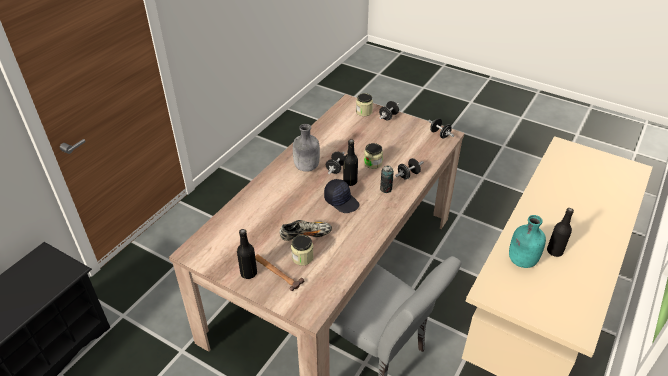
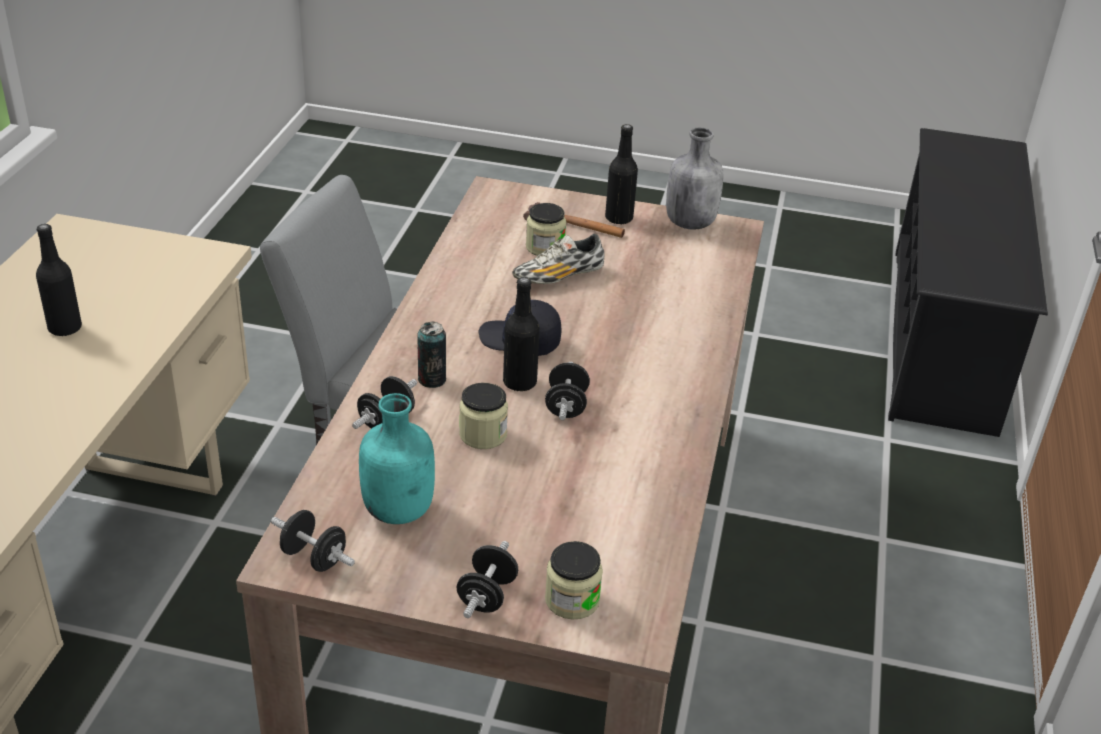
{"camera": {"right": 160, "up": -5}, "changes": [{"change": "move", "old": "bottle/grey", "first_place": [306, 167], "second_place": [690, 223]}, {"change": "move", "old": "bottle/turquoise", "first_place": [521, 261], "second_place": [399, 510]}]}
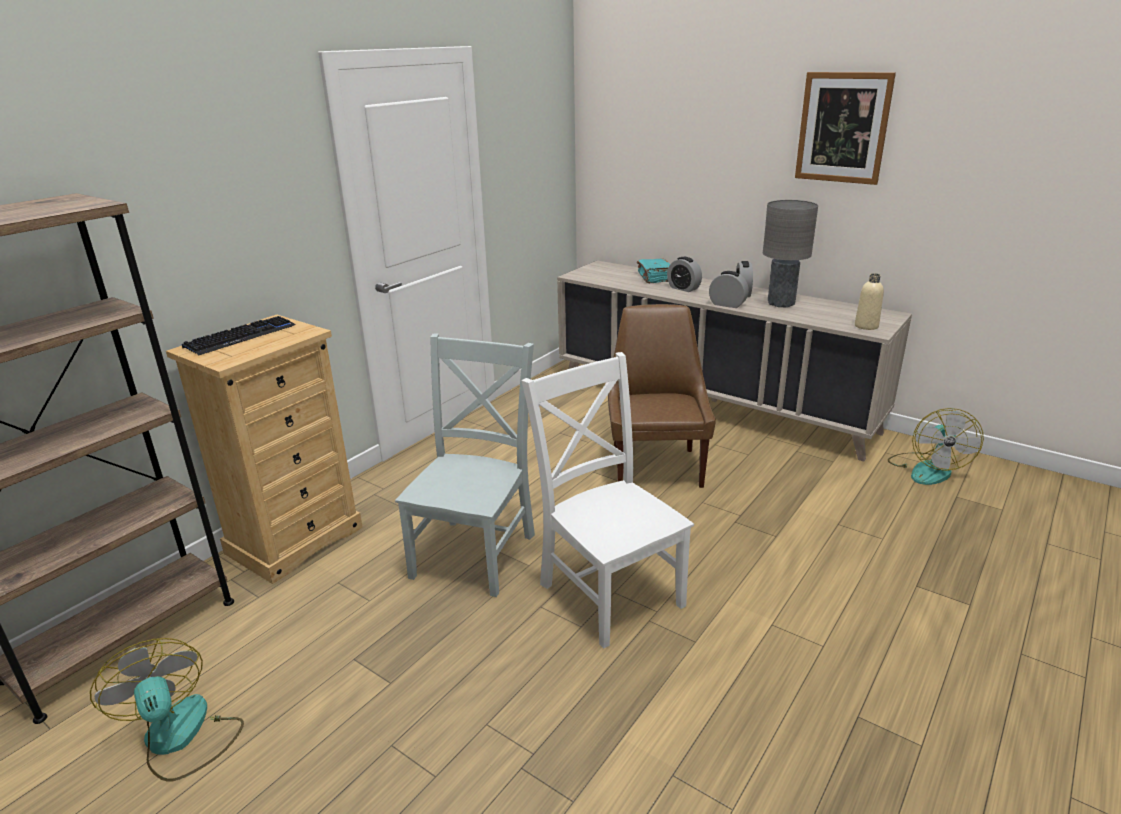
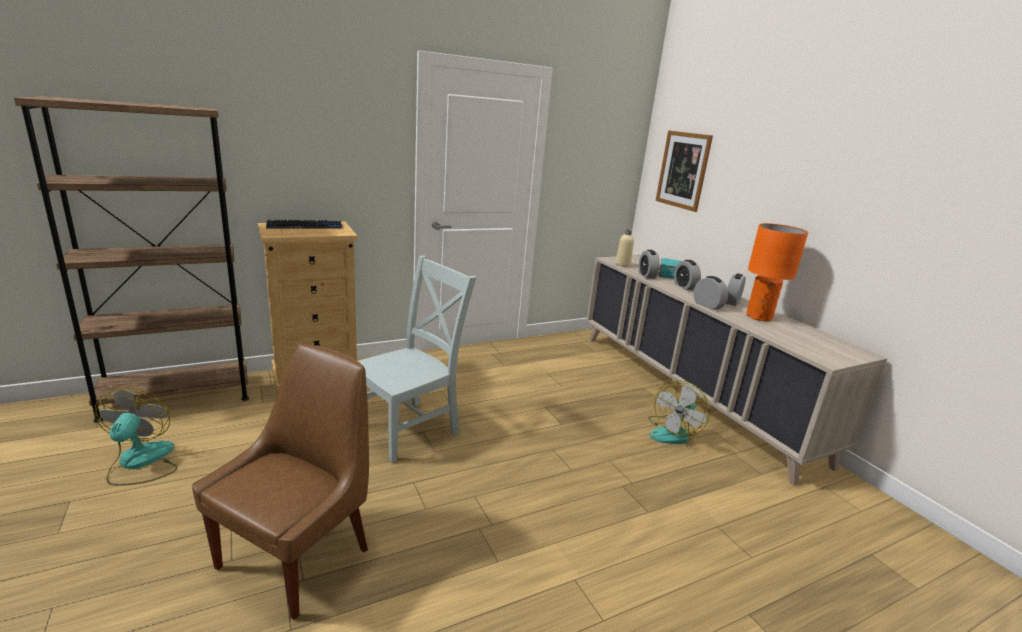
{"camera": {"right": 25, "up": -5}, "changes": [{"change": "delete", "old": "chair/white", "first_place": [608, 590]}, {"change": "insert", "new": "alarm clock", "second_place": [646, 275]}, {"change": "move", "old": "chair/brown", "first_place": [656, 466], "second_place": [299, 555]}, {"change": "move", "old": "picture", "first_place": [842, 128], "second_place": [683, 170]}, {"change": "move", "old": "bottle/beige", "first_place": [866, 326], "second_place": [622, 264]}, {"change": "move", "old": "fan", "first_place": [927, 469], "second_place": [673, 433]}, {"change": "recolor", "old": "table lamp/grey", "new": "table lamp/orange", "first_place": [781, 303], "second_place": [759, 317]}]}
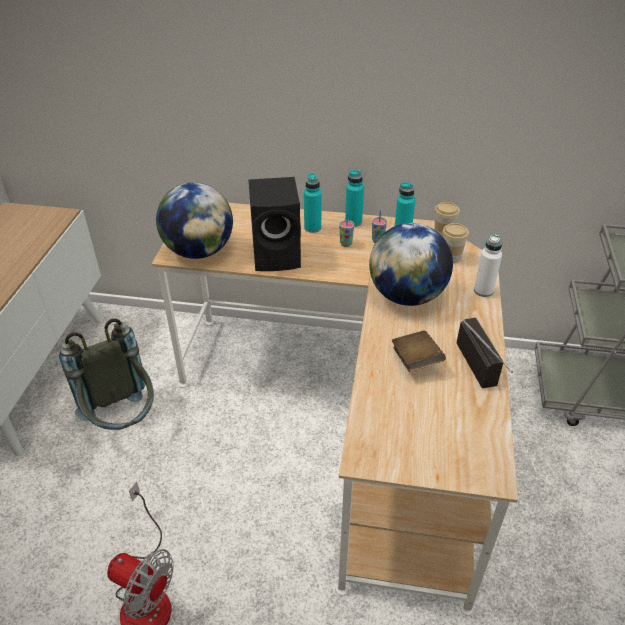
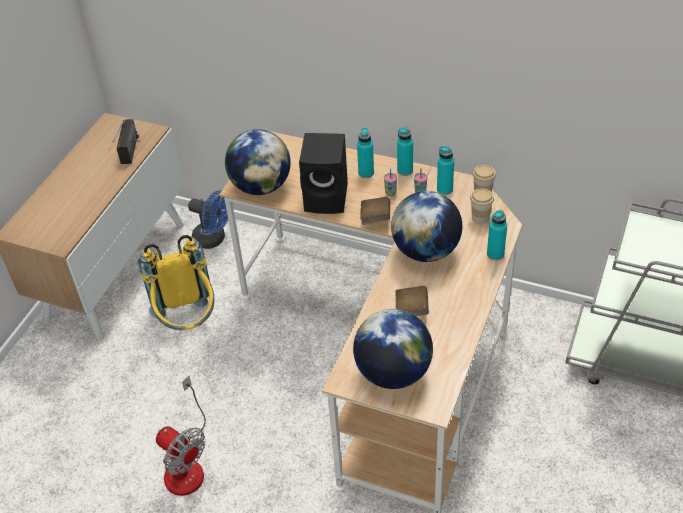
{"camera": {"right": 15, "up": 5}, "changes": [{"change": "insert", "new": "fan/blue", "second_place": [214, 239]}, {"change": "insert", "new": "globe", "second_place": [393, 372]}, {"change": "insert", "new": "book/brown", "second_place": [375, 218]}, {"change": "move", "old": "radio", "first_place": [485, 376], "second_place": [129, 157]}, {"change": "recolor", "old": "backpack/grey", "new": "backpack/yellow", "first_place": [123, 422], "second_place": [188, 323]}, {"change": "recolor", "old": "bottle/white", "new": "bottle/turquoise", "first_place": [483, 291], "second_place": [495, 254]}]}
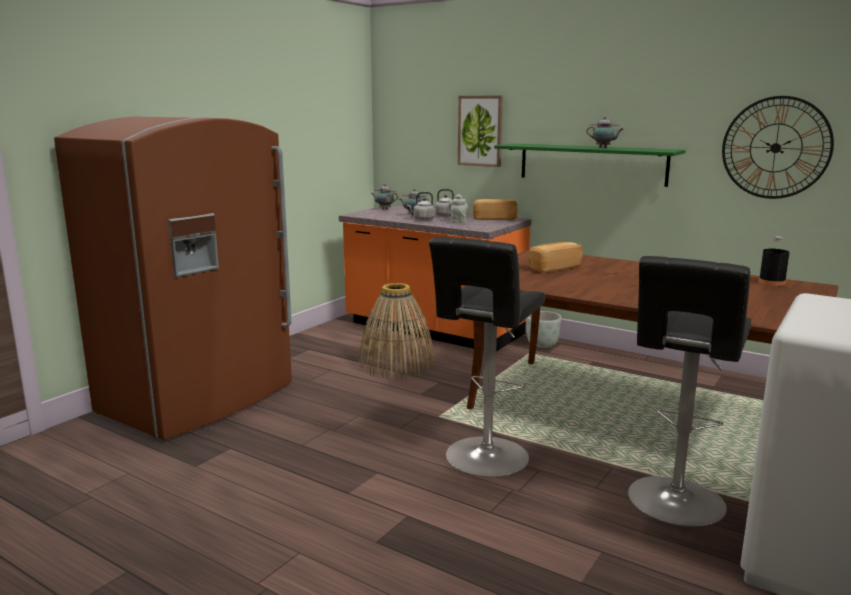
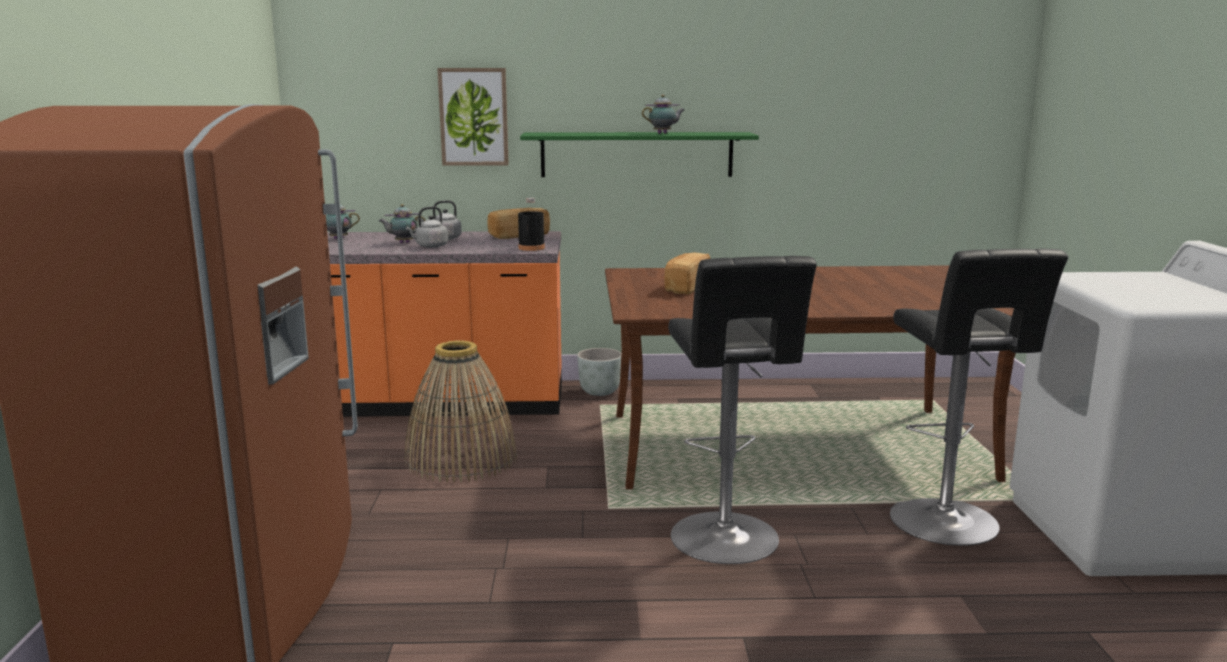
{"camera": {"right": -35, "up": 0}, "changes": [{"change": "delete", "old": "teapot/grey", "first_place": [458, 221]}, {"change": "delete", "old": "wall clock", "first_place": [775, 148]}, {"change": "move", "old": "bottle/black", "first_place": [771, 283], "second_place": [531, 248]}]}
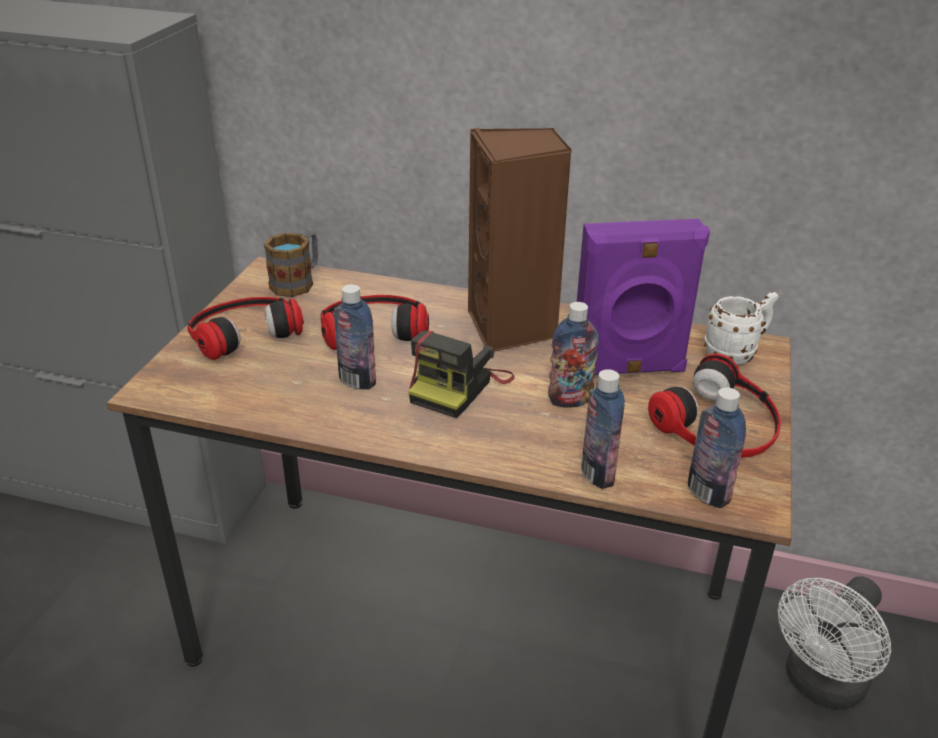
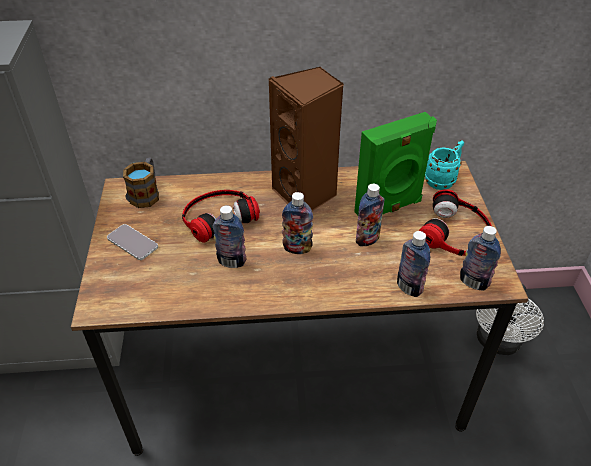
{"camera": {"right": -20, "up": 10}, "changes": [{"change": "replace", "old": "headphones", "new": "phone", "first_place": [243, 331], "second_place": [132, 243]}, {"change": "replace", "old": "photo camera", "new": "bottle", "first_place": [459, 387], "second_place": [297, 248]}, {"change": "recolor", "old": "speaker/purple", "new": "speaker/green", "first_place": [628, 370], "second_place": [389, 208]}, {"change": "recolor", "old": "mug/white", "new": "mug/turquoise", "first_place": [736, 353], "second_place": [442, 180]}]}
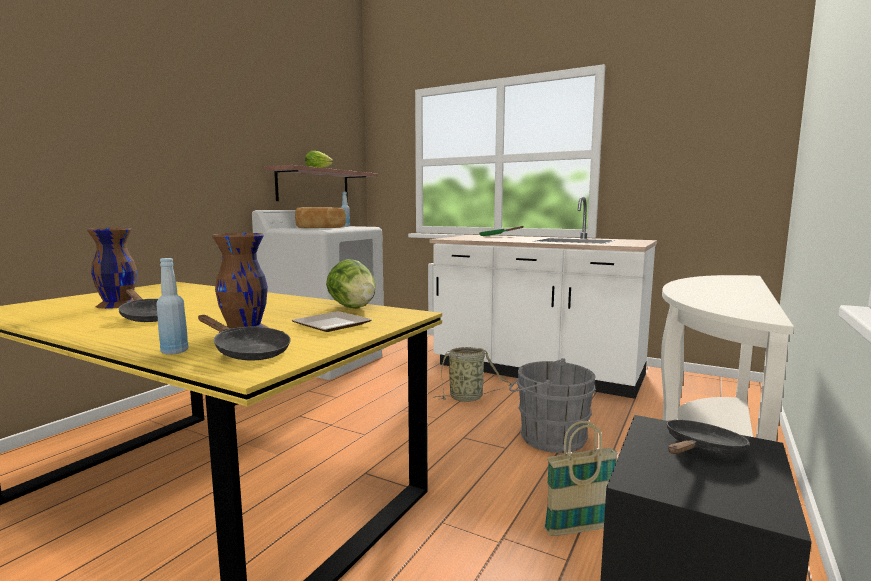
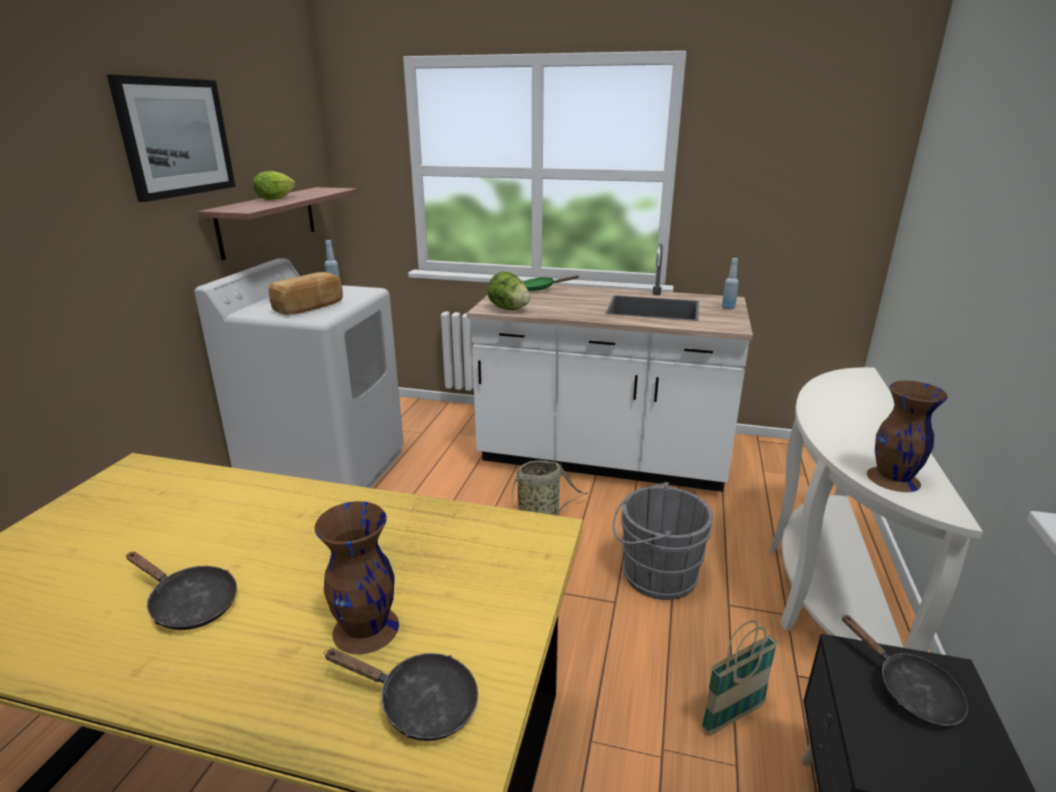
{"camera": {"right": -15, "up": 15}, "changes": [{"change": "delete", "old": "plate", "first_place": [331, 326]}, {"change": "insert", "new": "picture", "second_place": [176, 137]}, {"change": "move", "old": "vase/brown", "first_place": [117, 304], "second_place": [892, 479]}, {"change": "move", "old": "bottle/blue", "first_place": [174, 352], "second_place": [728, 308]}, {"change": "move", "old": "lettuce", "first_place": [353, 307], "second_place": [508, 309]}, {"change": "rotate", "old": "frying pan/black", "first_place": [701, 449], "second_place": [909, 691], "degrees": 120}]}
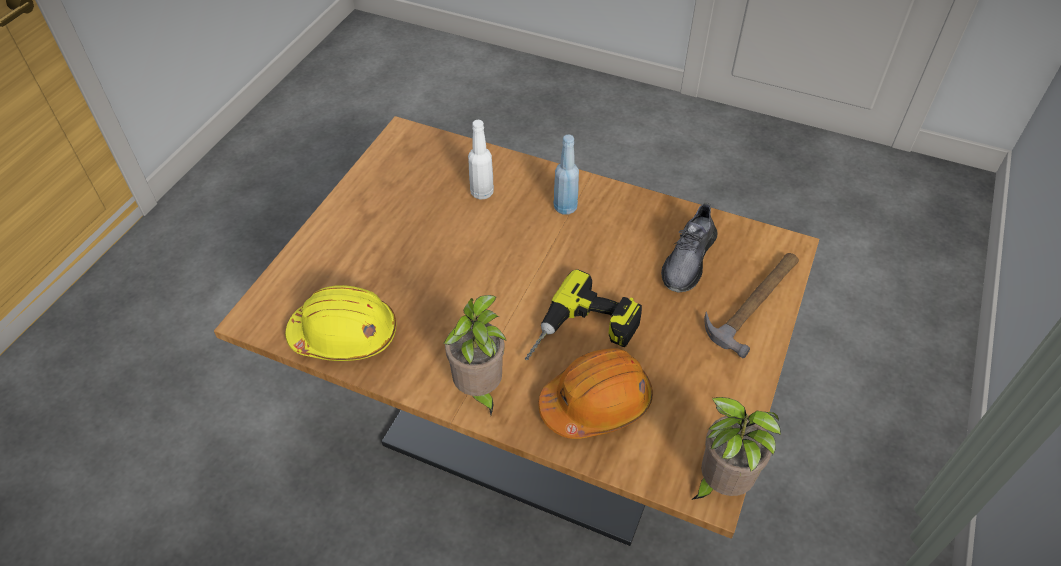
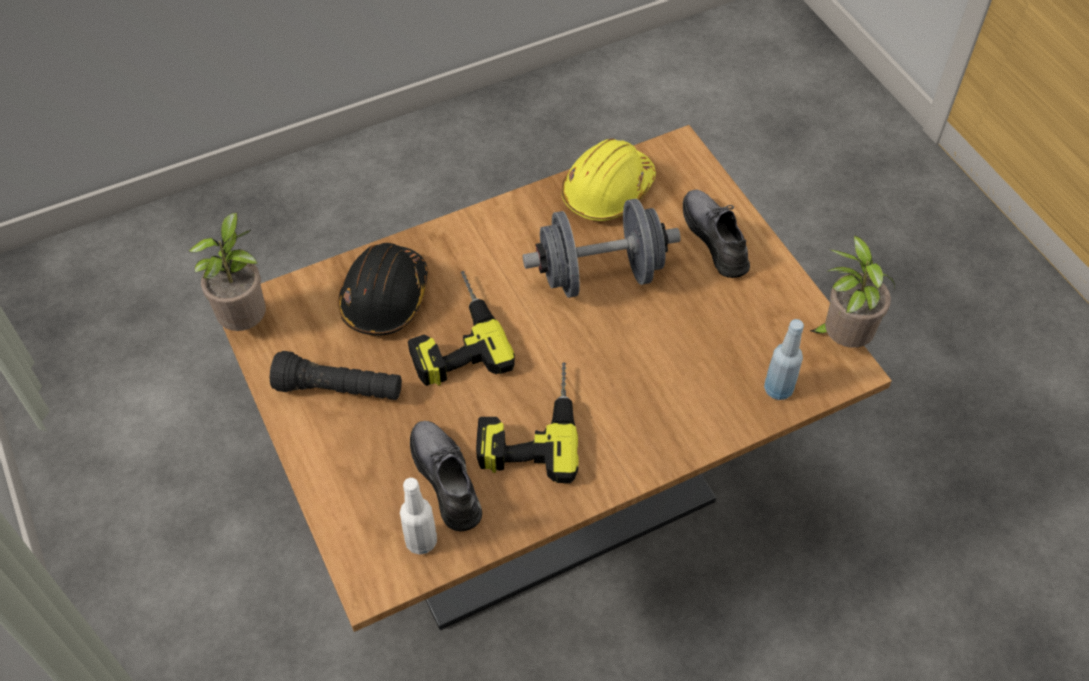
{"camera": {"right": 130, "up": 5}, "changes": [{"change": "delete", "old": "hammer", "first_place": [755, 301]}, {"change": "insert", "new": "flashlight/black", "second_place": [339, 389]}, {"change": "insert", "new": "power drill", "second_place": [528, 425]}, {"change": "insert", "new": "dumbbell/grey", "second_place": [600, 274]}, {"change": "insert", "new": "shoe/grey", "second_place": [715, 238]}, {"change": "move", "old": "potted plant", "first_place": [479, 390], "second_place": [841, 338]}, {"change": "move", "old": "bottle/white", "first_place": [482, 192], "second_place": [421, 541]}, {"change": "move", "old": "bottle/blue", "first_place": [565, 207], "second_place": [778, 389]}, {"change": "recolor", "old": "hard hat/orange", "new": "hard hat/black", "first_place": [596, 403], "second_place": [385, 298]}]}
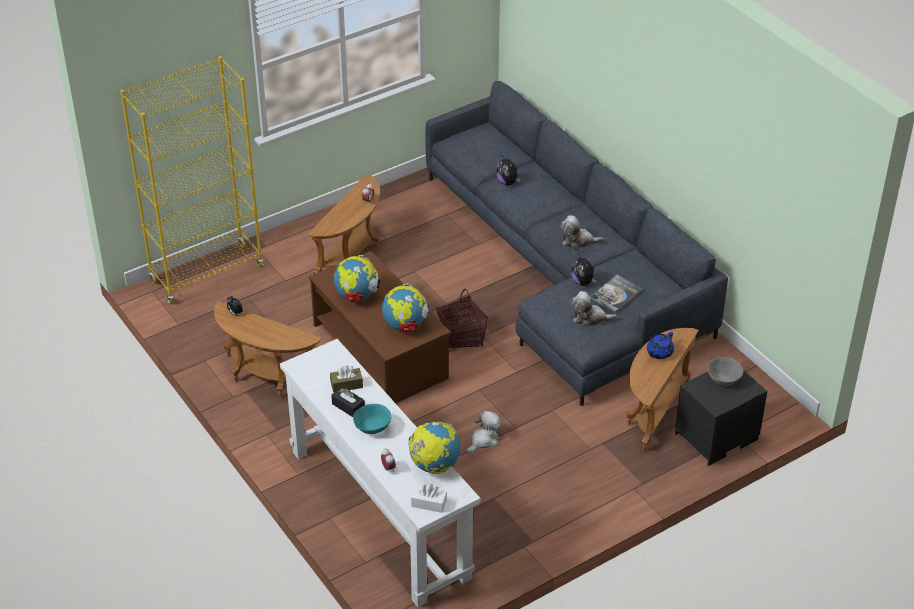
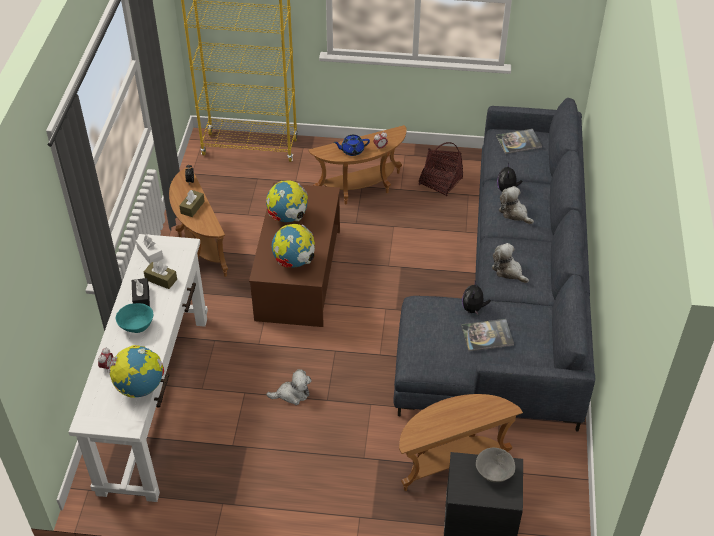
{"camera": {"right": 40, "up": 5}, "changes": [{"change": "insert", "new": "tissue box/brown", "second_place": [192, 207]}, {"change": "insert", "new": "book", "second_place": [518, 142]}, {"change": "move", "old": "tissue box/white", "first_place": [429, 503], "second_place": [150, 253]}, {"change": "move", "old": "basket", "first_place": [462, 336], "second_place": [440, 182]}, {"change": "move", "old": "plush toy", "first_place": [590, 318], "second_place": [514, 213]}, {"change": "move", "old": "teapot/blue", "first_place": [659, 353], "second_place": [352, 150]}]}
